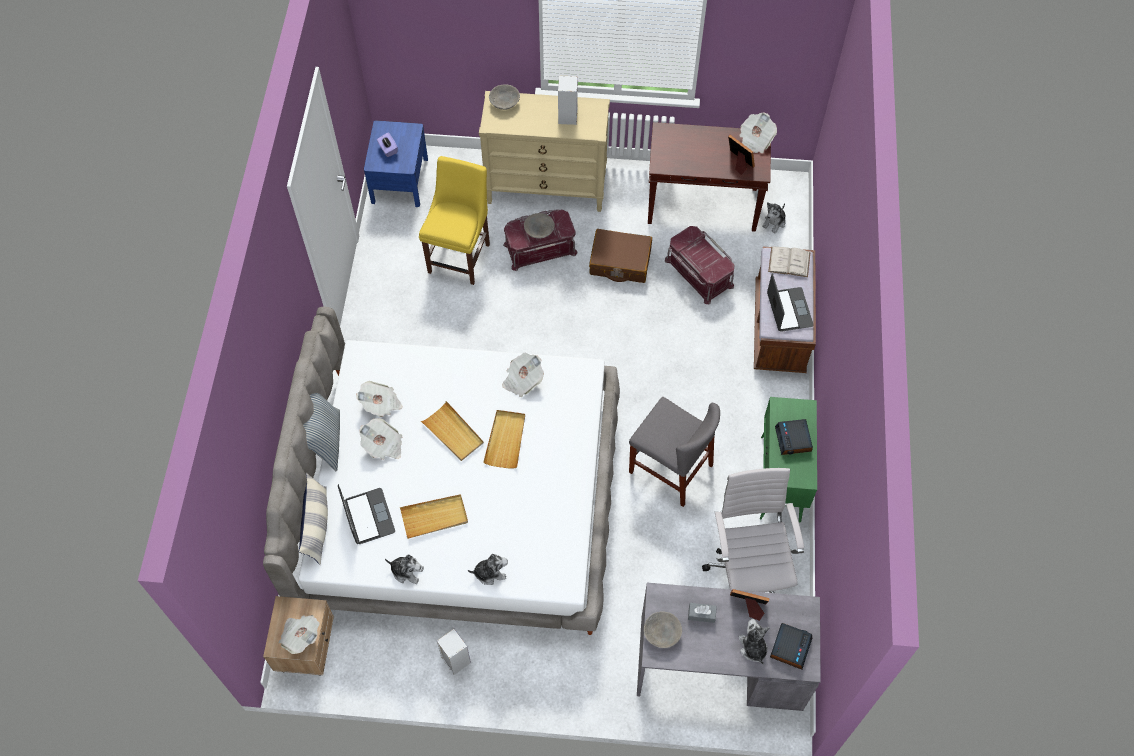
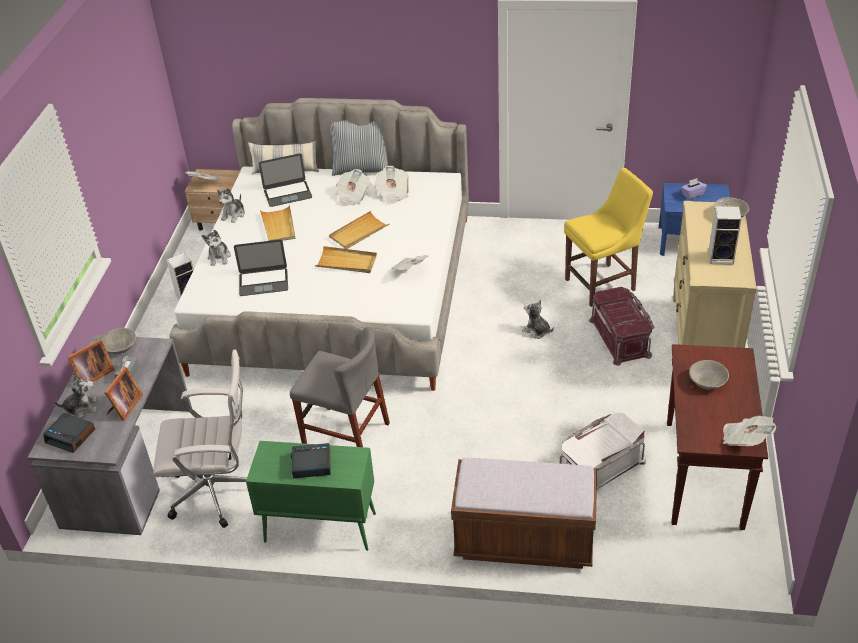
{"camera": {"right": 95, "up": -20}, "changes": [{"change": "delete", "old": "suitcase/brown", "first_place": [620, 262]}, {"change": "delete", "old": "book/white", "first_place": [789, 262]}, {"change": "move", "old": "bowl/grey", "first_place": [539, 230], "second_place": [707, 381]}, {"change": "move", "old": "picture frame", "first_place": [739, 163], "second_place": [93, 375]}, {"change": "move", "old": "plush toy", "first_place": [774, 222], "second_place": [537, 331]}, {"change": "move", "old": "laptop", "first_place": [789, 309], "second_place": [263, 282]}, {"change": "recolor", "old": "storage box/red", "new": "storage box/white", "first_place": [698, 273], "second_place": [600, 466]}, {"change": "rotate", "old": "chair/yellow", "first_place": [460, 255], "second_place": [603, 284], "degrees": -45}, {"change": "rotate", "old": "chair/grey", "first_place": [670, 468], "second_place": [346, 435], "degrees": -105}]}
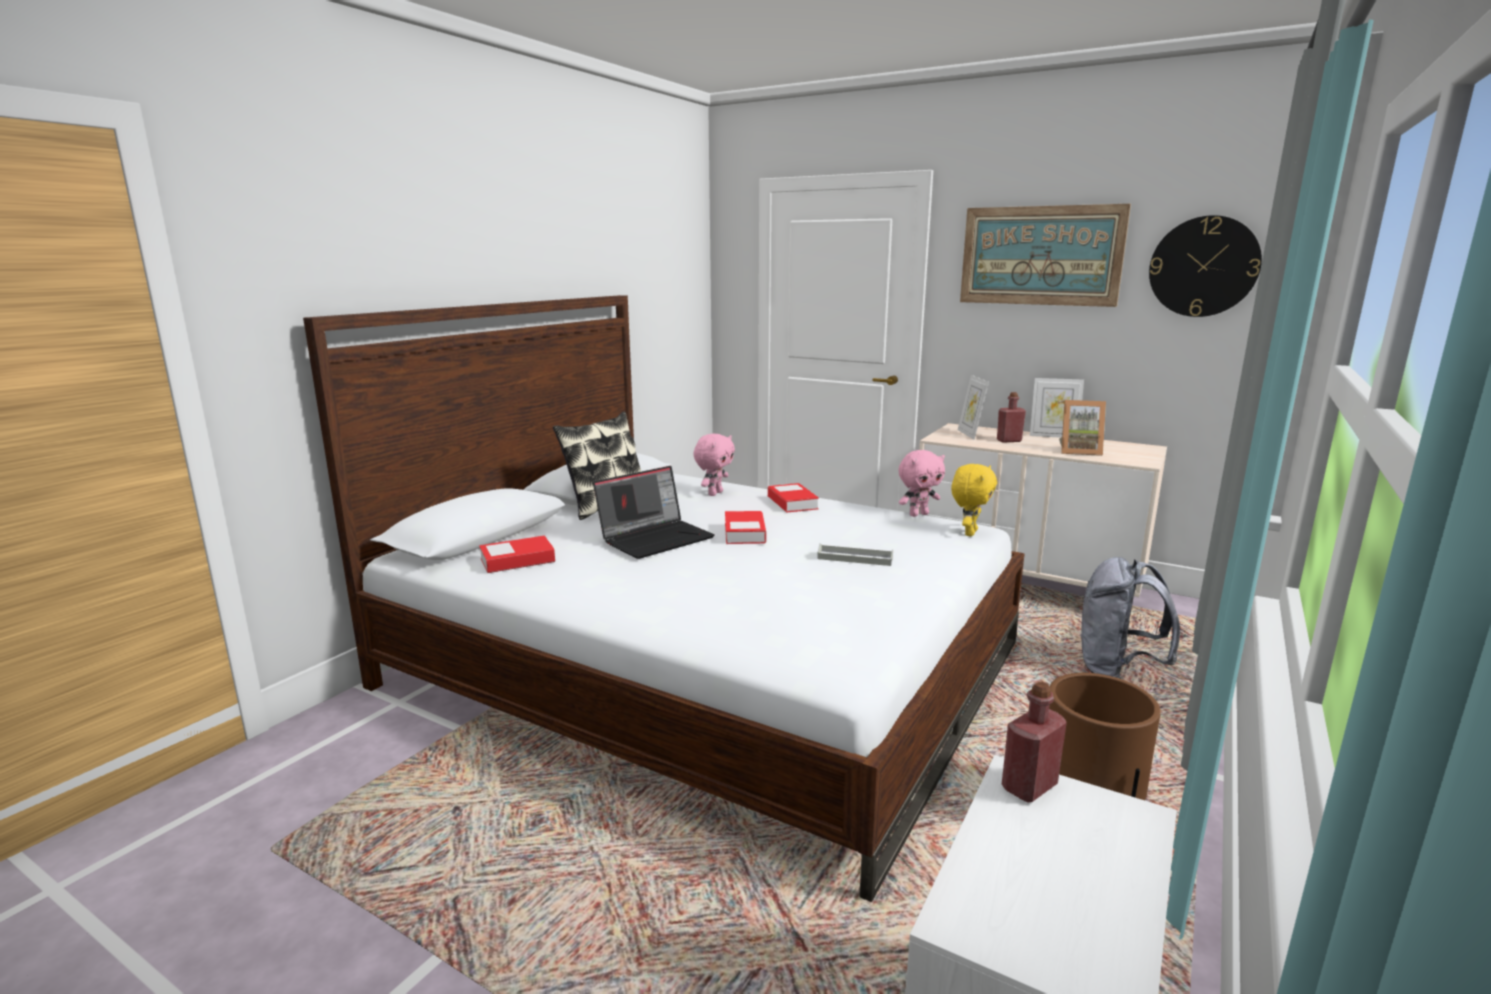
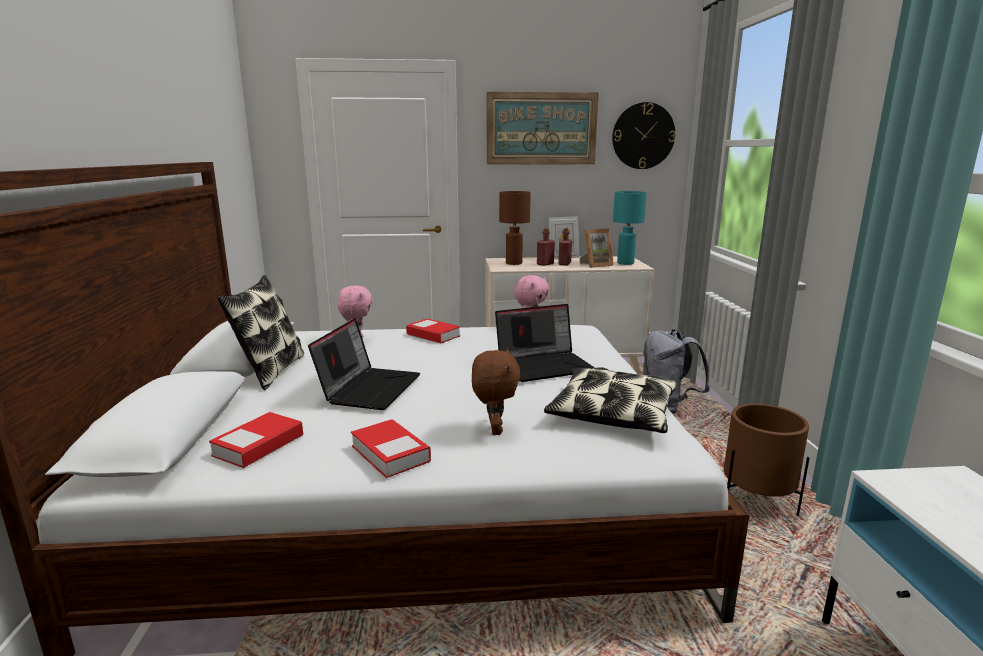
{"camera": {"right": -35, "up": 0}, "changes": [{"change": "delete", "old": "plush toy/yellow", "first_place": [969, 533]}, {"change": "insert", "new": "plush toy/brown", "second_place": [494, 429]}, {"change": "insert", "new": "pillow", "second_place": [612, 413]}, {"change": "insert", "new": "table lamp/turquoise", "second_place": [625, 263]}, {"change": "move", "old": "book", "first_place": [744, 533], "second_place": [390, 454]}, {"change": "move", "old": "bottle/red", "first_place": [1029, 787], "second_place": [564, 264]}, {"change": "replace", "old": "tray/grey", "new": "laptop", "first_place": [855, 558], "second_place": [545, 365]}, {"change": "replace", "old": "picture frame", "new": "table lamp/brown", "first_place": [970, 434], "second_place": [514, 263]}]}
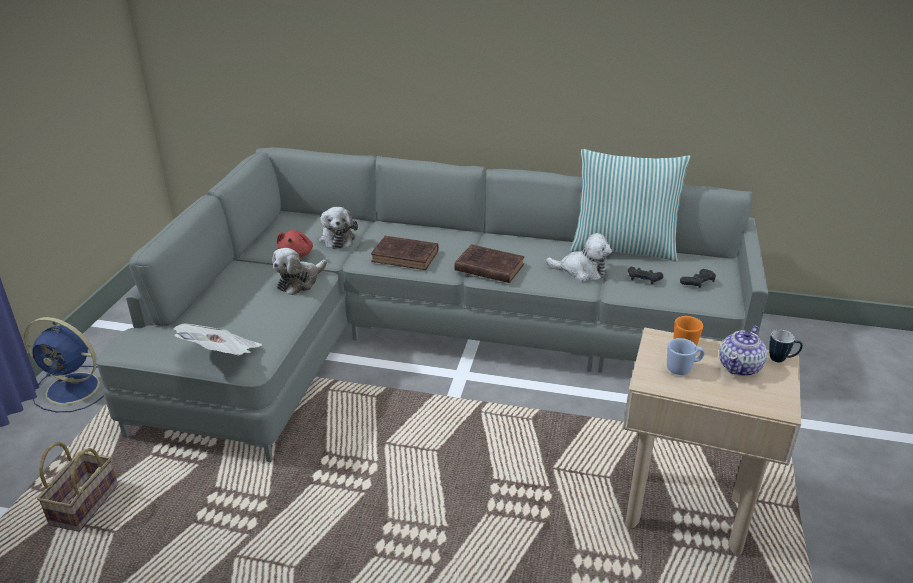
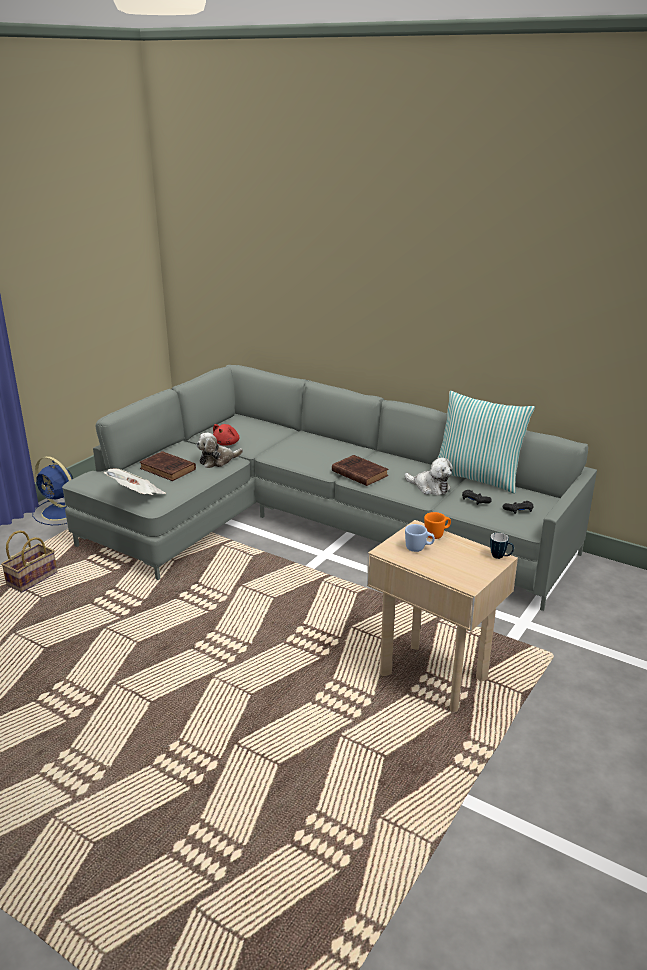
{"camera": {"right": 20, "up": -5}, "changes": [{"change": "delete", "old": "plush toy", "first_place": [337, 238]}, {"change": "delete", "old": "teapot", "first_place": [740, 367]}, {"change": "move", "old": "book/brown", "first_place": [407, 256], "second_place": [169, 469]}]}
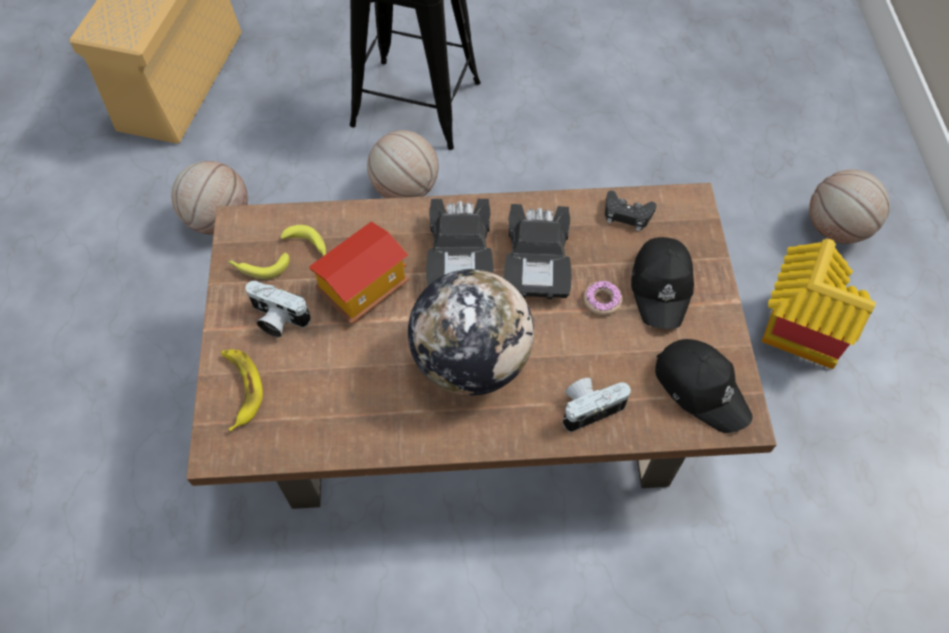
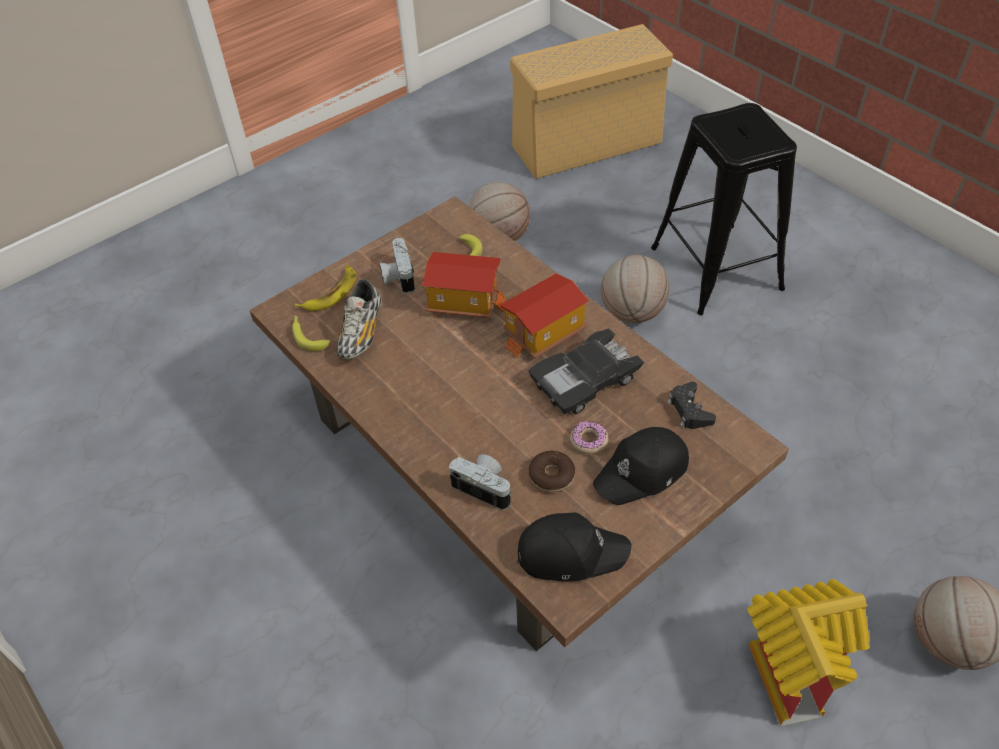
{"camera": {"right": 55, "up": -10}, "changes": [{"change": "delete", "old": "globe", "first_place": [471, 361]}, {"change": "insert", "new": "shoe", "second_place": [361, 333]}, {"change": "insert", "new": "donut", "second_place": [551, 475]}, {"change": "move", "old": "banana", "first_place": [259, 267], "second_place": [308, 336]}, {"change": "replace", "old": "toy car/black", "new": "toy house", "first_place": [460, 253], "second_place": [545, 334]}, {"change": "rotate", "old": "cap/black", "first_place": [701, 387], "second_place": [570, 552], "degrees": -105}]}
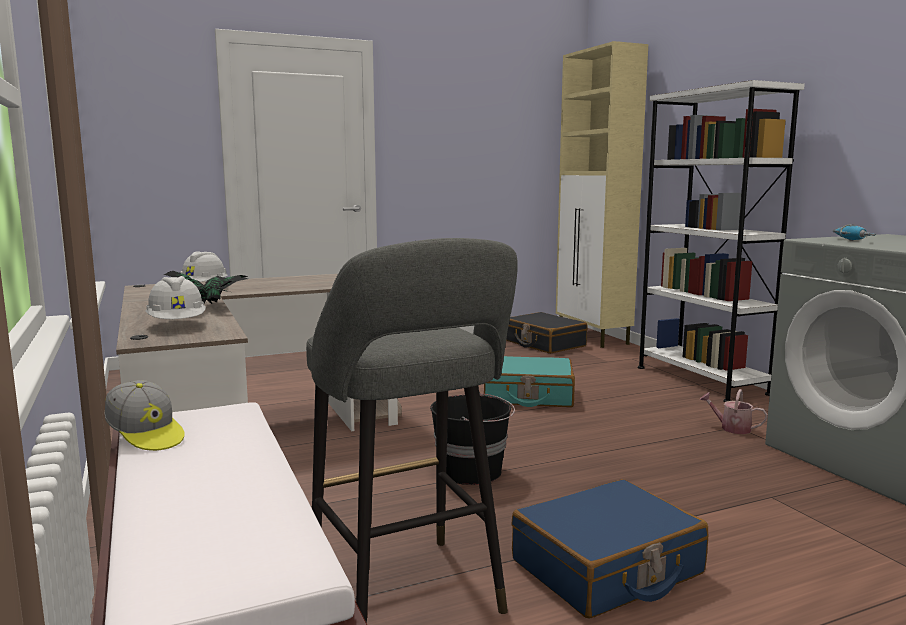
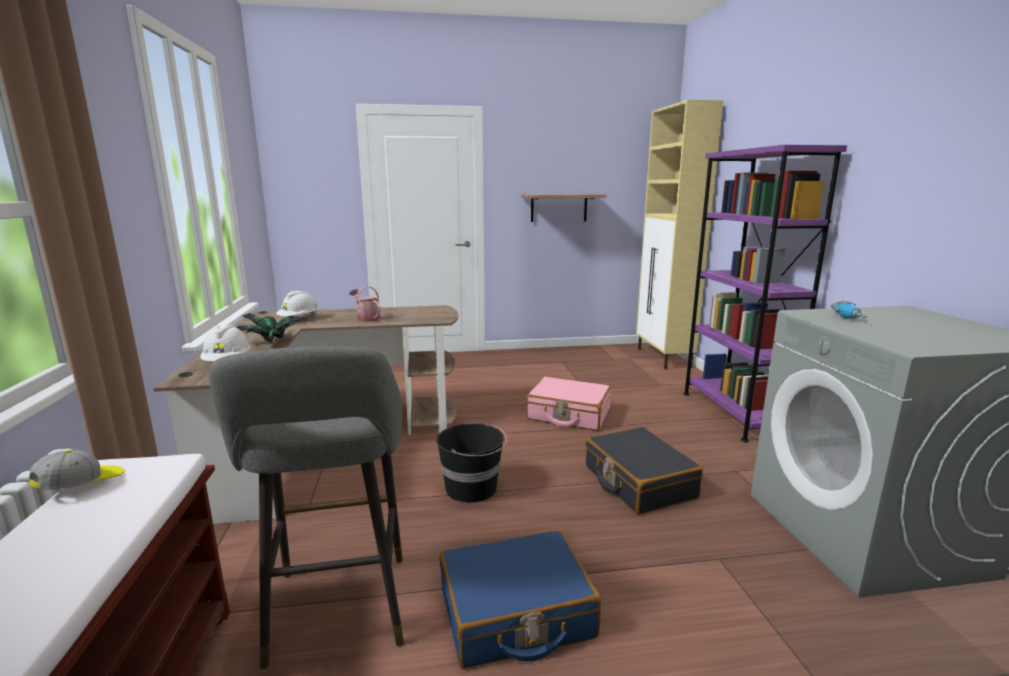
{"camera": {"right": 15, "up": 5}, "changes": [{"change": "insert", "new": "shelf", "second_place": [559, 208]}, {"change": "move", "old": "suitcase/black", "first_place": [544, 343], "second_place": [638, 482]}, {"change": "move", "old": "watering can", "first_place": [731, 428], "second_place": [367, 318]}, {"change": "recolor", "old": "suitcase/turquoise", "new": "suitcase/pink", "first_place": [528, 396], "second_place": [568, 414]}, {"change": "recolor", "old": "bookcase/white", "new": "bookcase/purple", "first_place": [700, 380], "second_place": [733, 413]}, {"change": "rotate", "old": "cap", "first_place": [146, 436], "second_place": [82, 485], "degrees": -120}]}
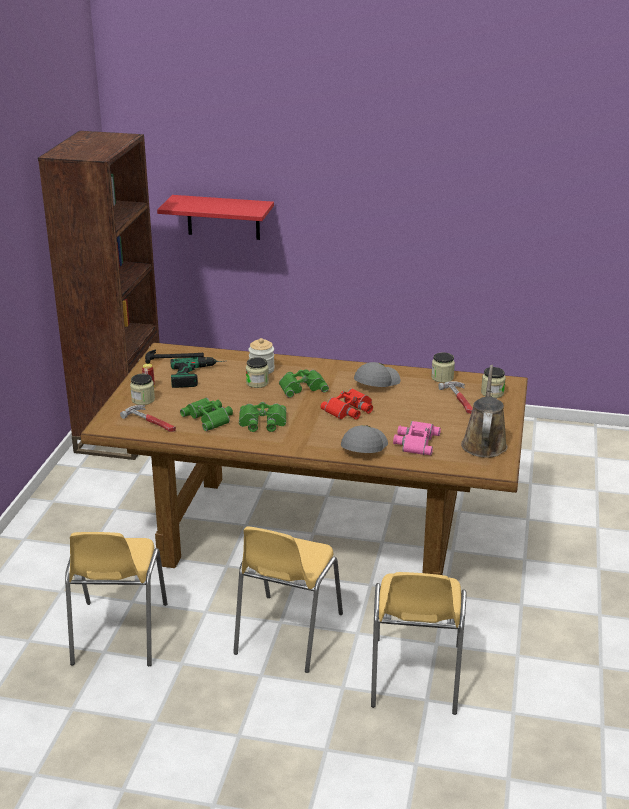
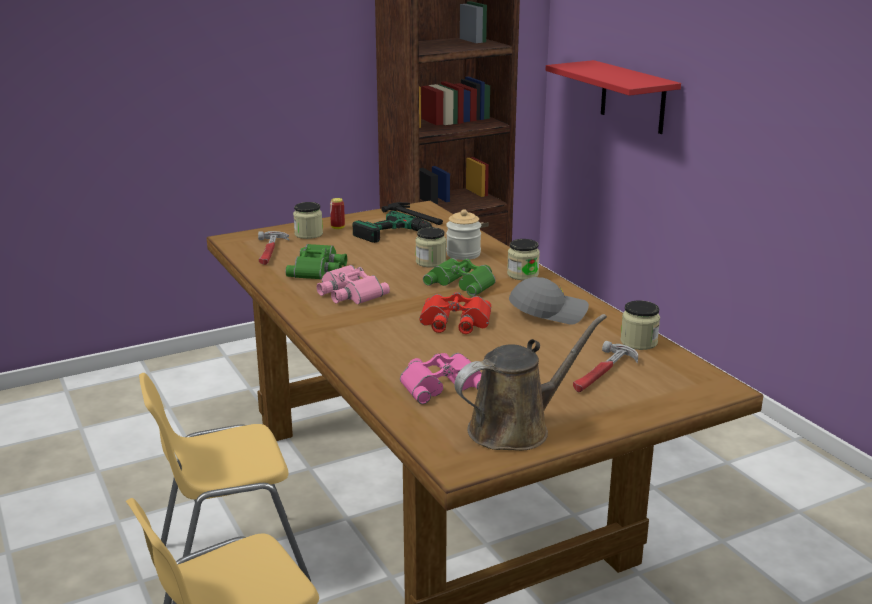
{"camera": {"right": 50, "up": -5}, "changes": [{"change": "delete", "old": "chair/yellow", "first_place": [118, 634]}, {"change": "delete", "old": "cap/grey", "first_place": [363, 447]}, {"change": "move", "old": "jar", "first_place": [492, 393], "second_place": [522, 274]}, {"change": "recolor", "old": "binoculars/green", "new": "binoculars/pink", "first_place": [262, 422], "second_place": [348, 293]}]}
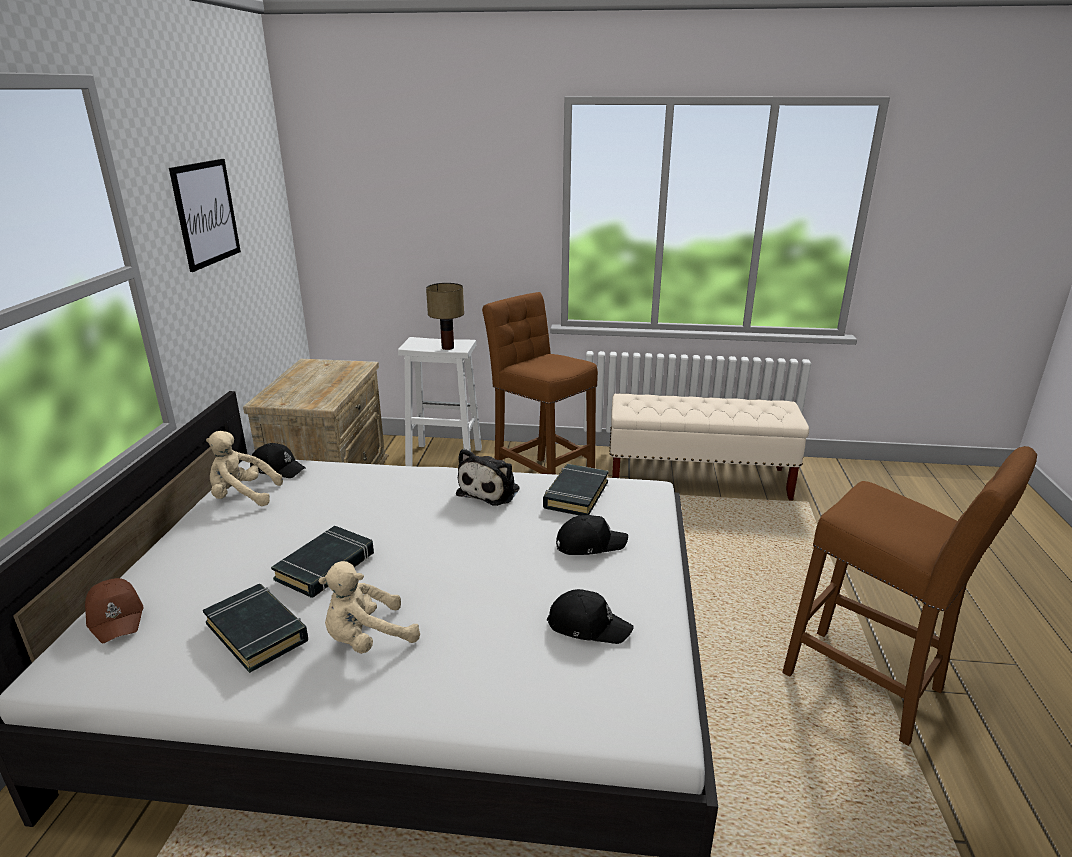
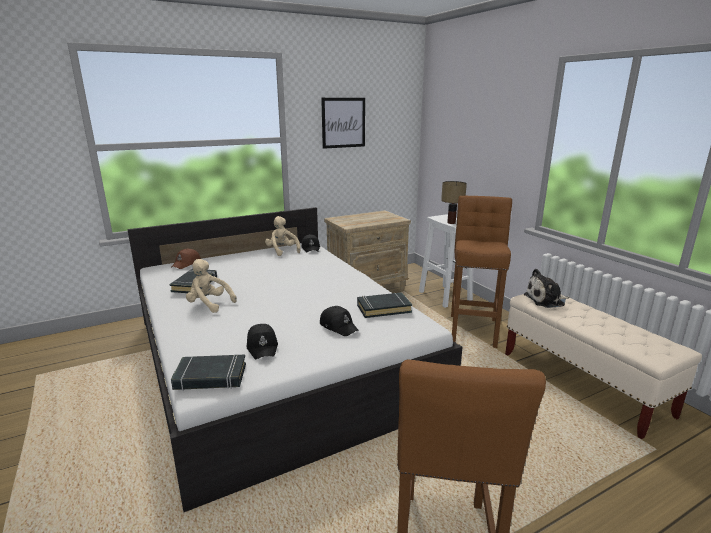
{"camera": {"right": 55, "up": -5}, "changes": [{"change": "move", "old": "book/black", "first_place": [326, 567], "second_place": [210, 377]}, {"change": "move", "old": "plush toy", "first_place": [491, 490], "second_place": [546, 300]}]}
